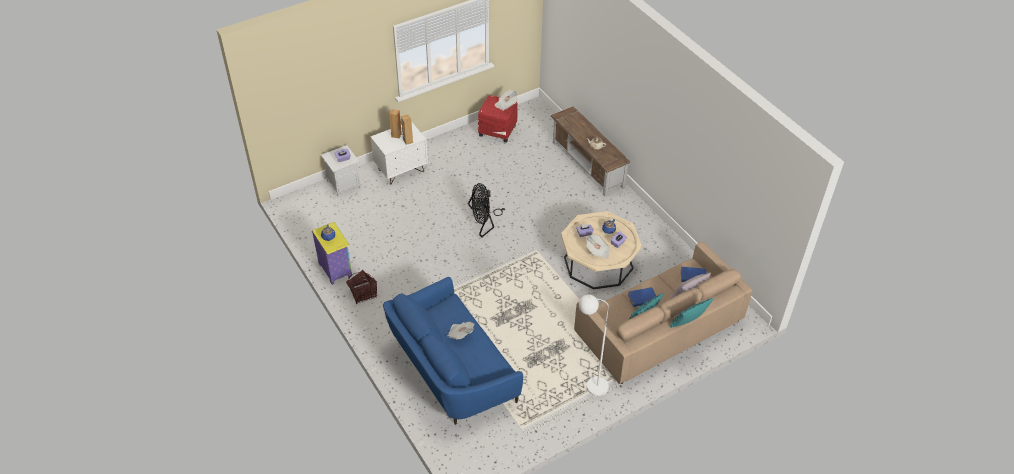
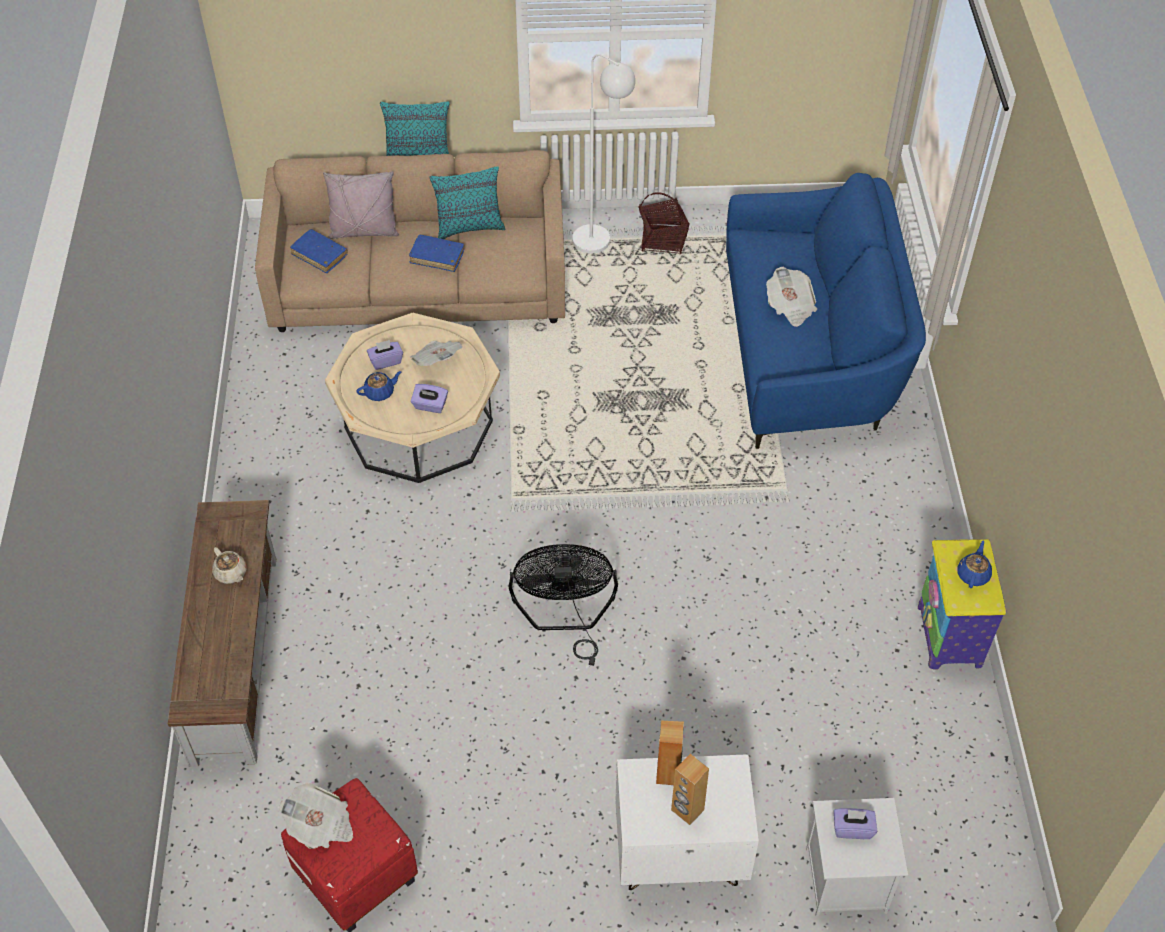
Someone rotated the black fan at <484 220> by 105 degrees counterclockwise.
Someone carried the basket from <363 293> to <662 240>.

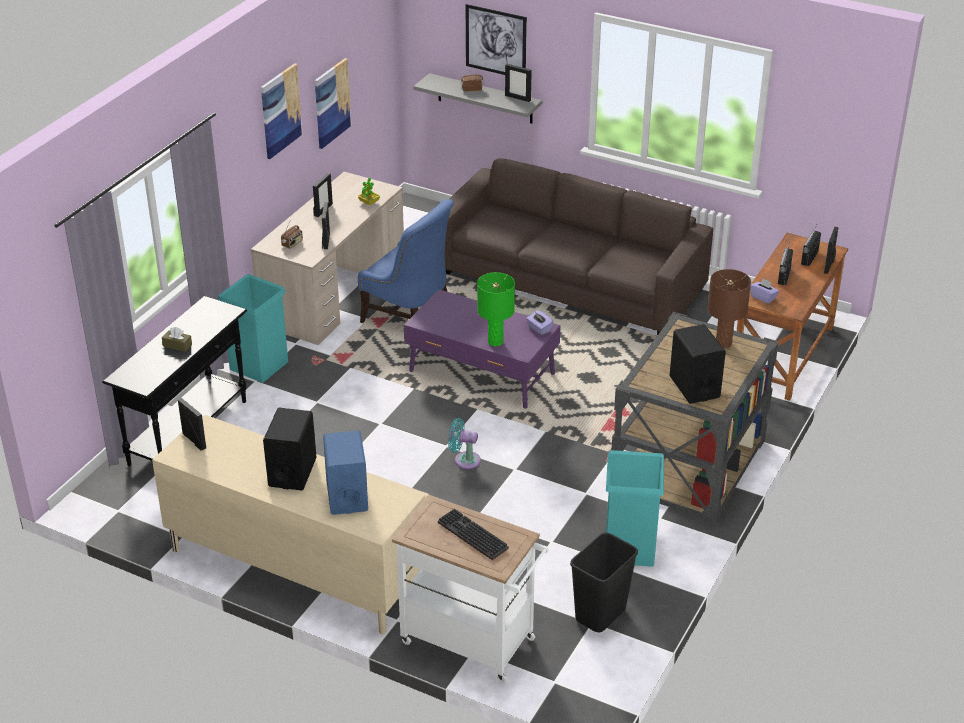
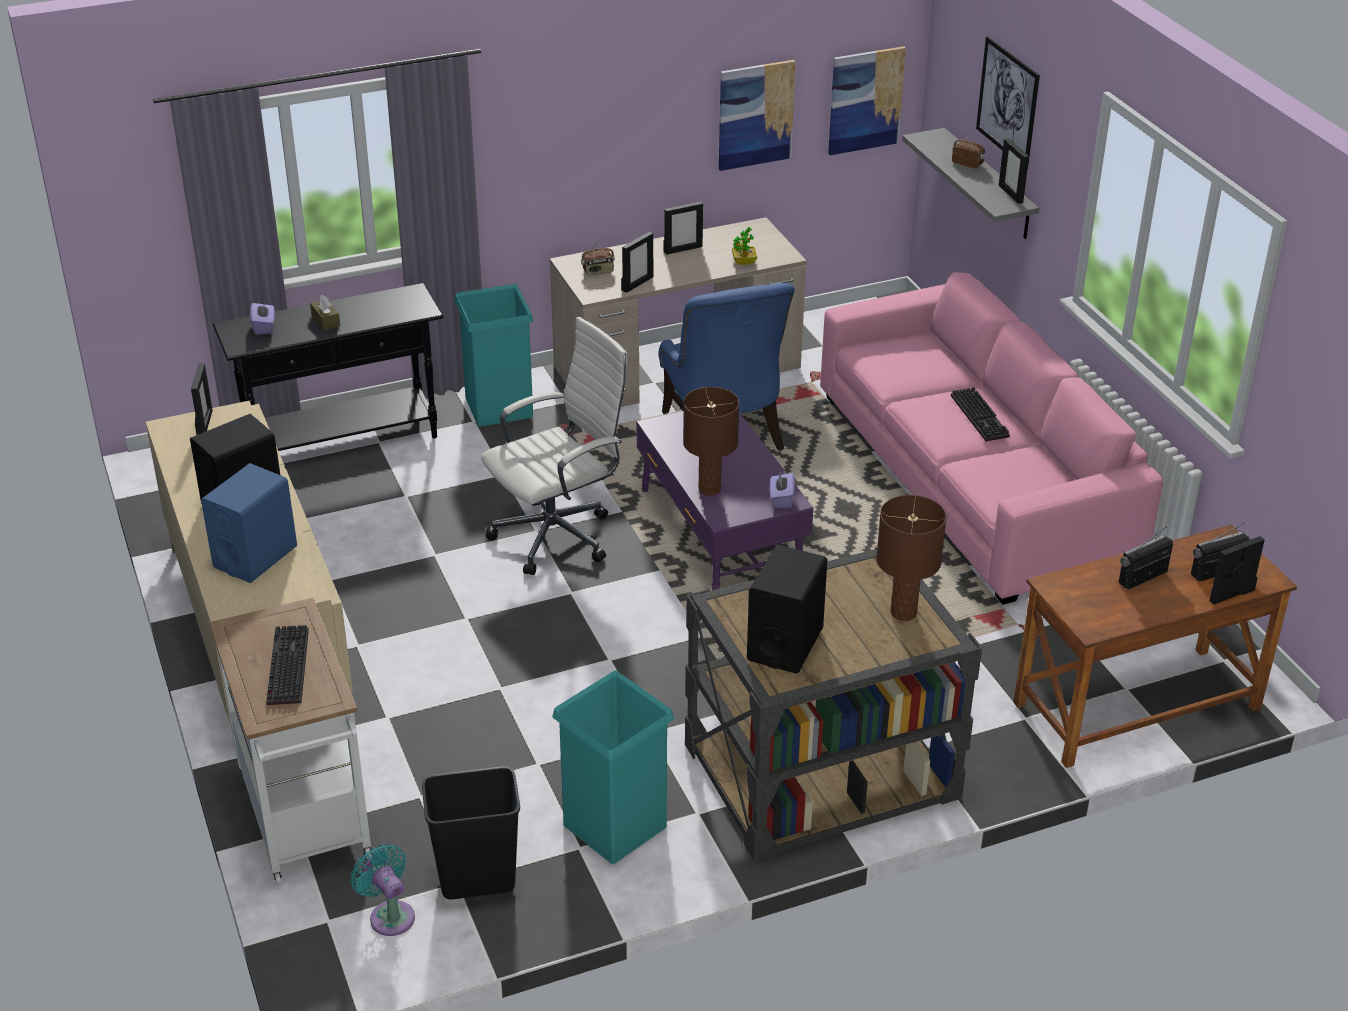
Someone carried the picture from <280 111> to <865 100>.
Someone repainted the brown sofa at <570 279>, which became the pink sofa at <973 477>.
Someone repainted the green table lamp at <495 342>, which became the brown table lamp at <709 489>.
Someone carried the purple tissue box from <763 297> to <264 327>.
Someone carried the turquoise fan from <464 460> to <390 915>.
Someone put down the white office chair at <558 535>.
Someone put down the keyboard at <981 417>.

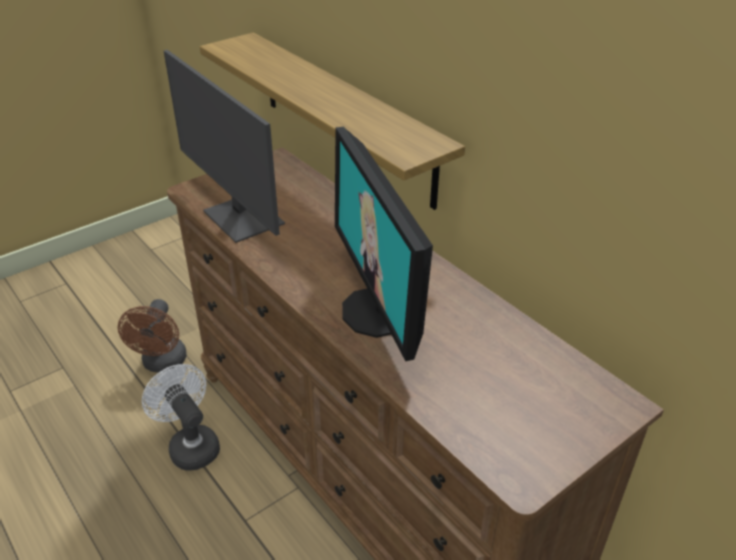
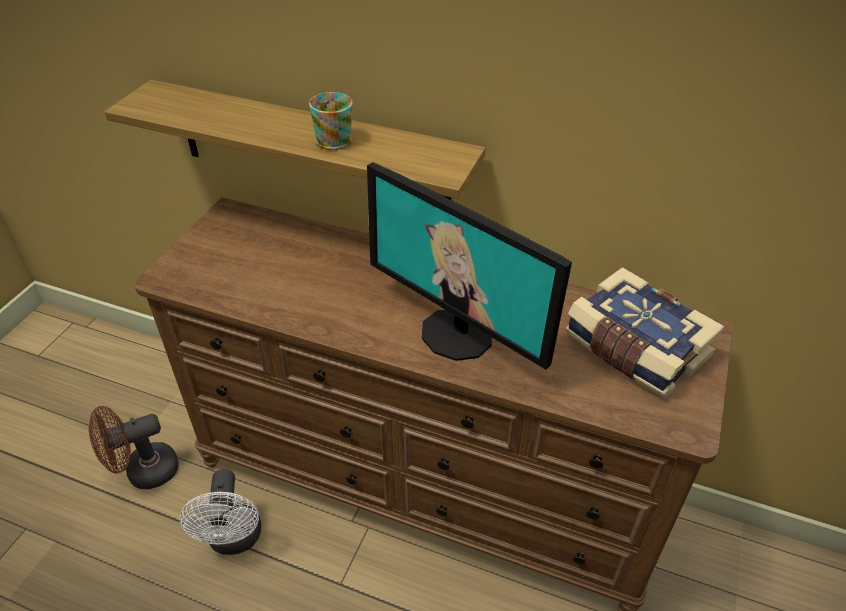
Someone took away the monitor at <241 218>.
Someone rotated the brown fan at <163 364> by 90 degrees clockwise.
Someone rotated the white fan at <190 445> by 120 degrees counterclockwise.
Someone put down the mug at <333 138>.
Someone put down the book at <634 349>.

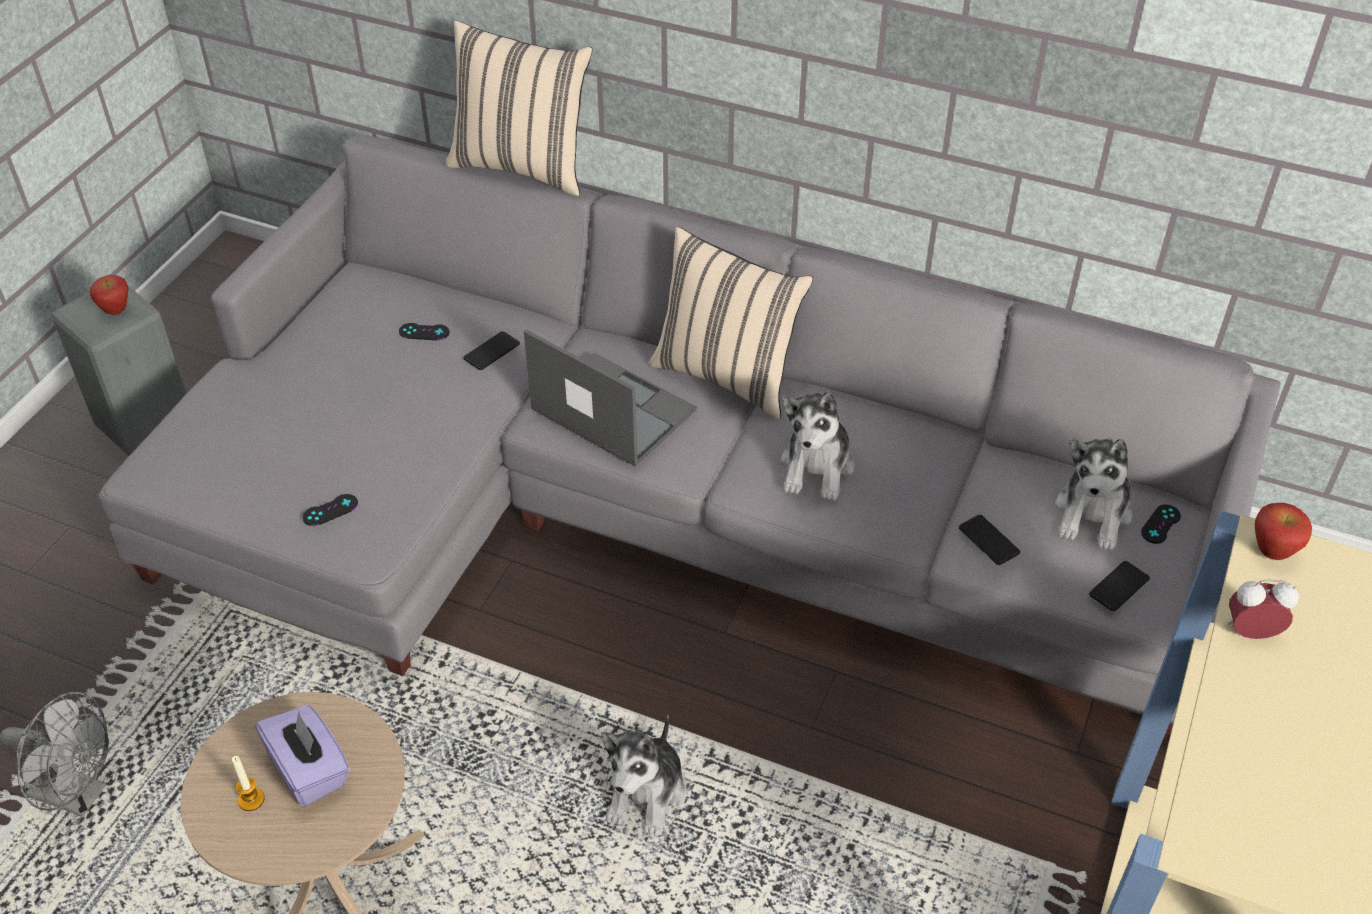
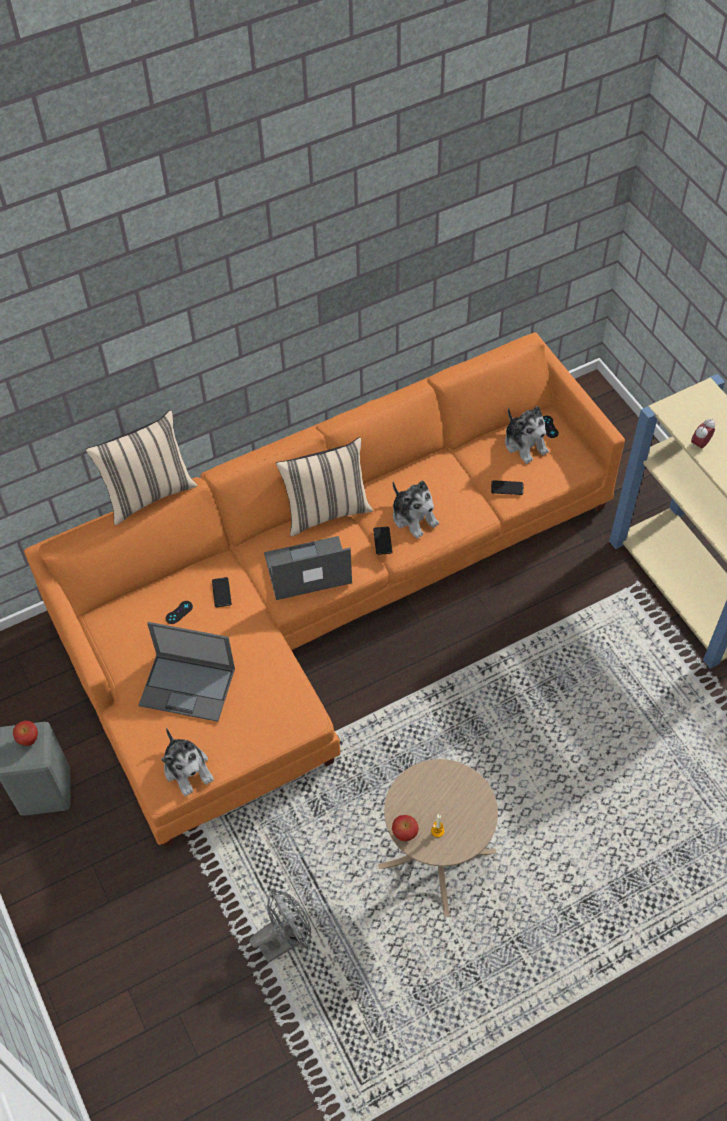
Someone repainted the grey sofa at <653 502>, which became the orange sofa at <318 597>.
Someone took away the black game controller at <330 510>.
Someone carried the apple from <1272 552> to <405 835>.
Someone carried the phone from <1119 587> to <382 541>.
Someone took away the purple tissue box at <310 770>.
Someone carried the plush toy from <647 793> to <188 769>.
Someone put down the laptop at <188 687>.

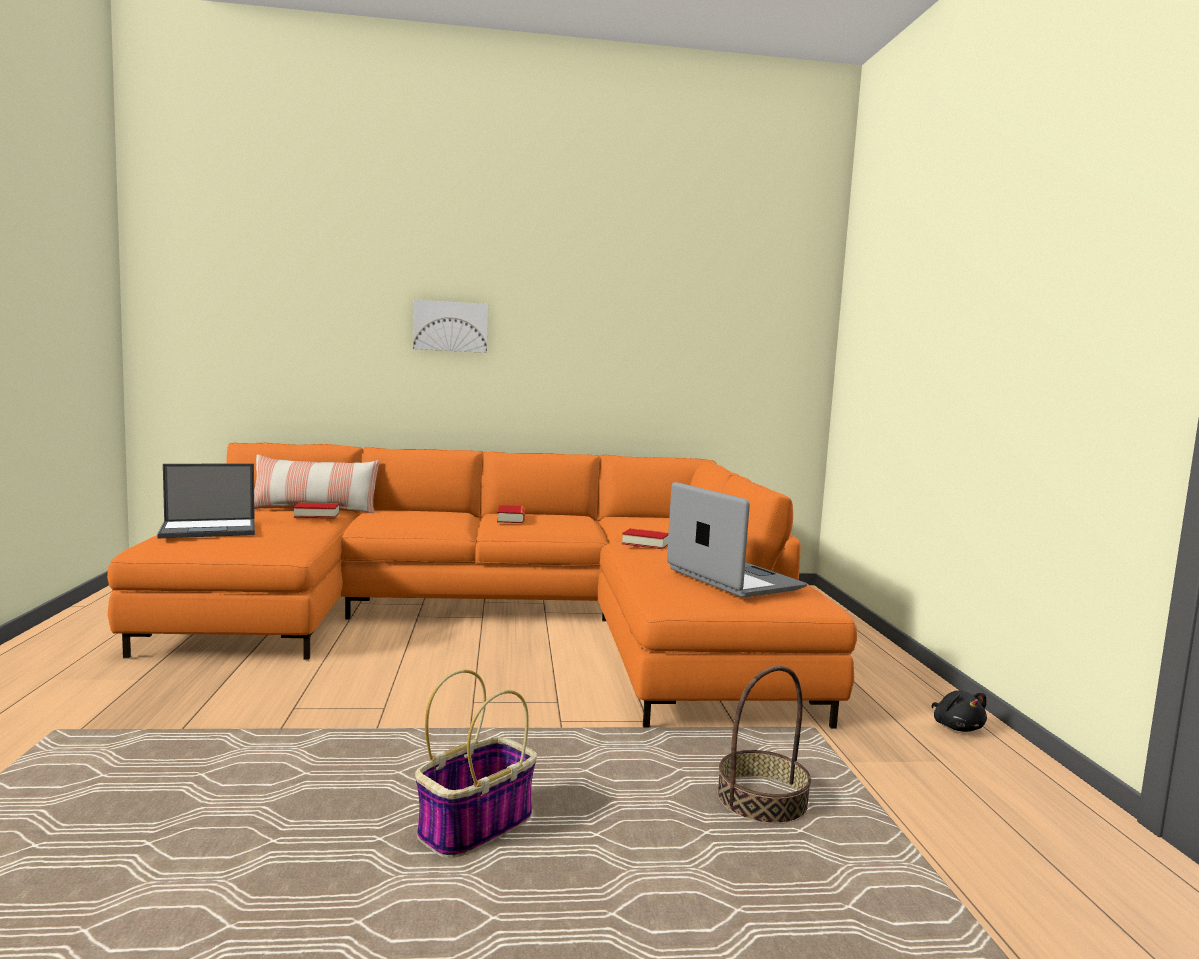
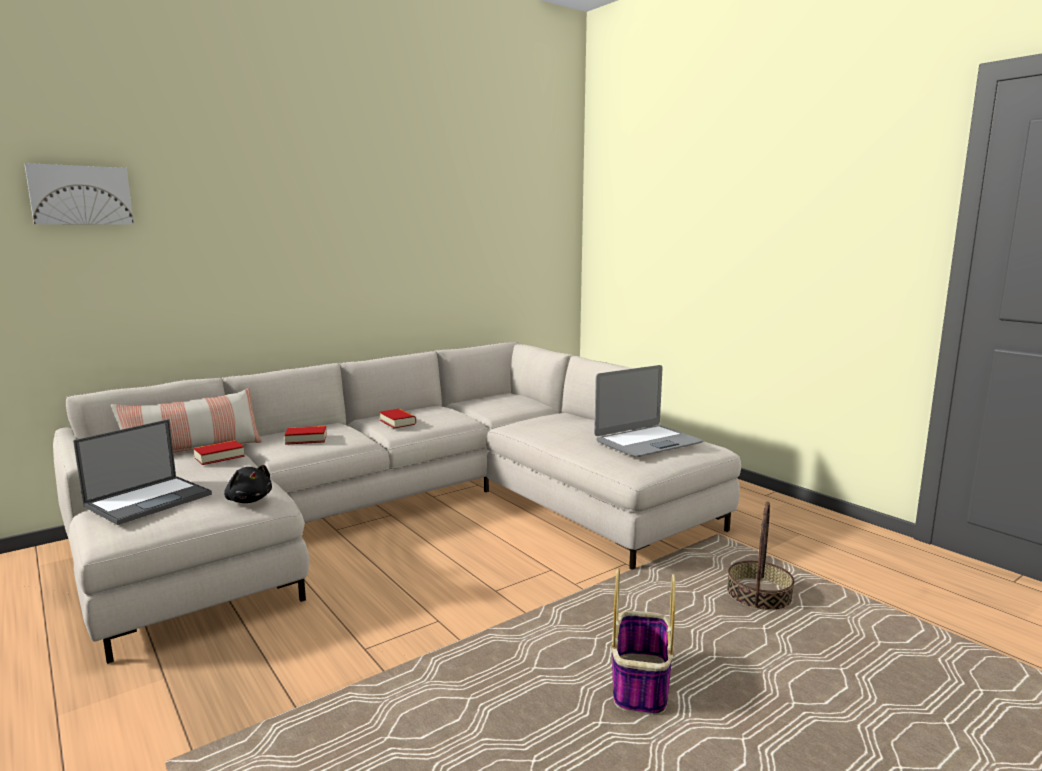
Someone carried the picture from <451 326> to <80 195>.
Someone repainted the orange sofa at <500 621>, which became the beige sofa at <411 514>.
Someone rotated the laptop at <733 579> by 120 degrees clockwise.
Someone carried the book from <646 544> to <306 439>.
Someone carried the black plush toy from <957 727> to <249 500>.

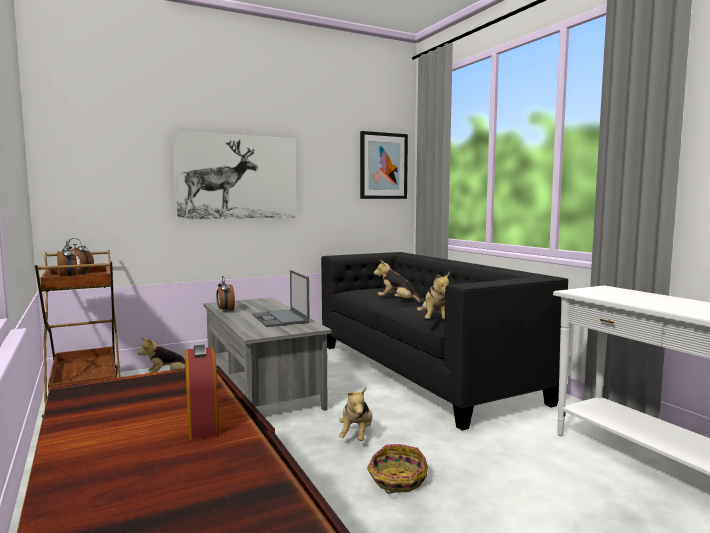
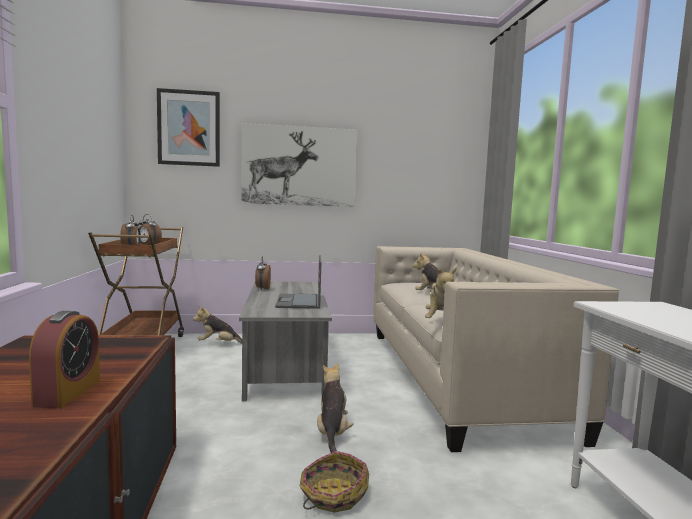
Someone carried the picture from <383 166> to <189 128>.
Someone repainted the black sofa at <421 372>, which became the beige sofa at <455 377>.
Someone rotated the plush toy at <356 435> by 150 degrees clockwise.

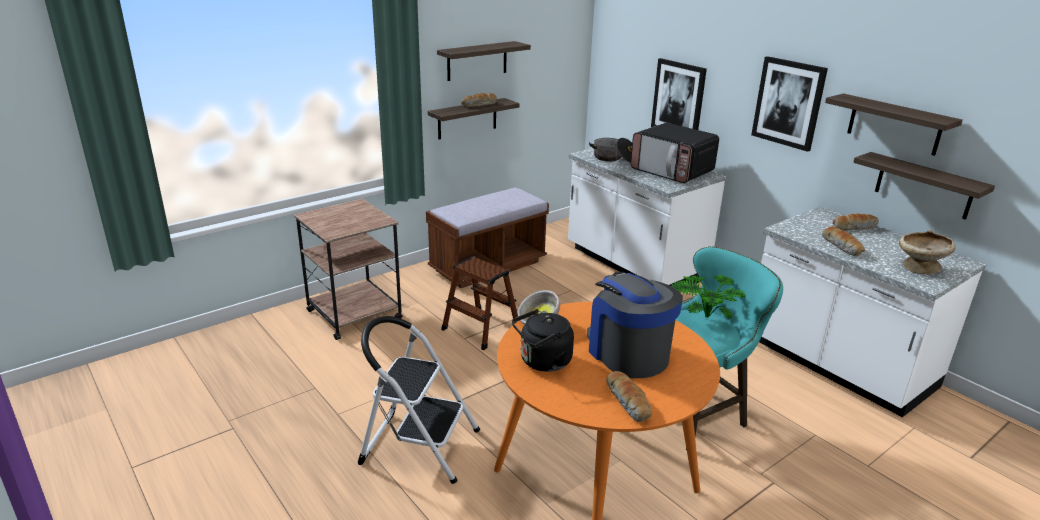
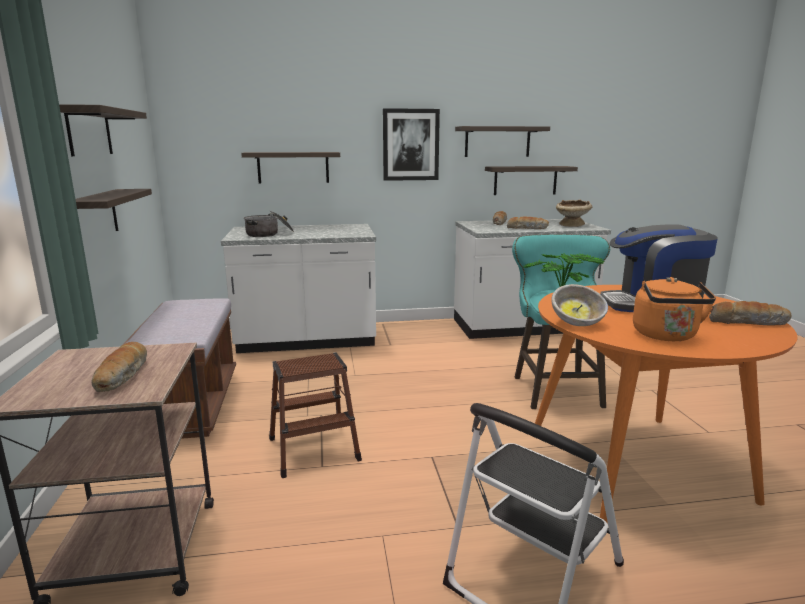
Someone swapped the picture at <678 99> for the shelf at <293 167>.
Someone carried the bread from <479 105> to <123 376>.
Someone took away the microwave at <672 171>.
Someone repainted the black kettle at <542 362>, which became the orange kettle at <666 336>.

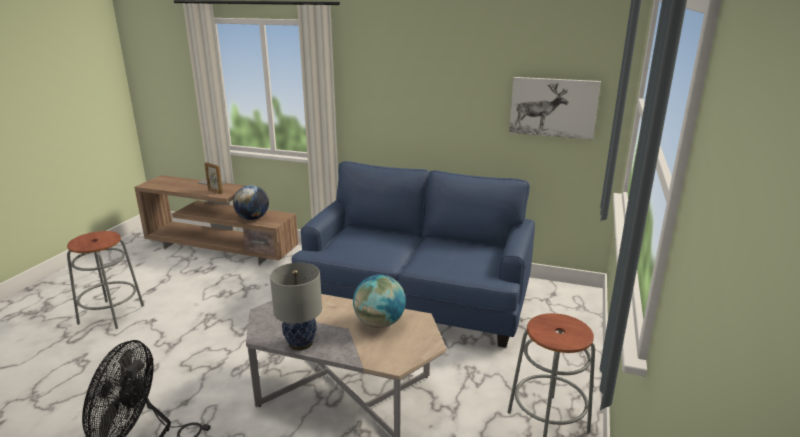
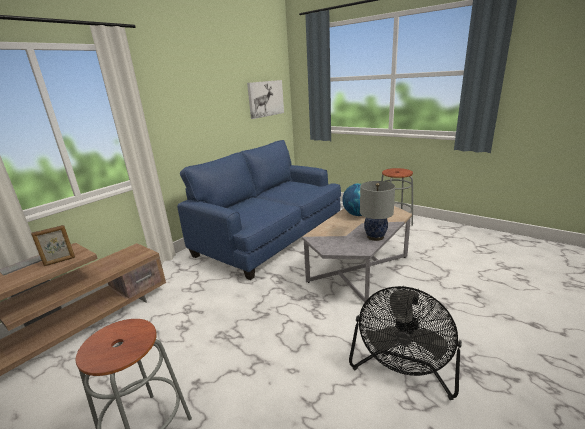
Someone took away the globe at <253 218>.

